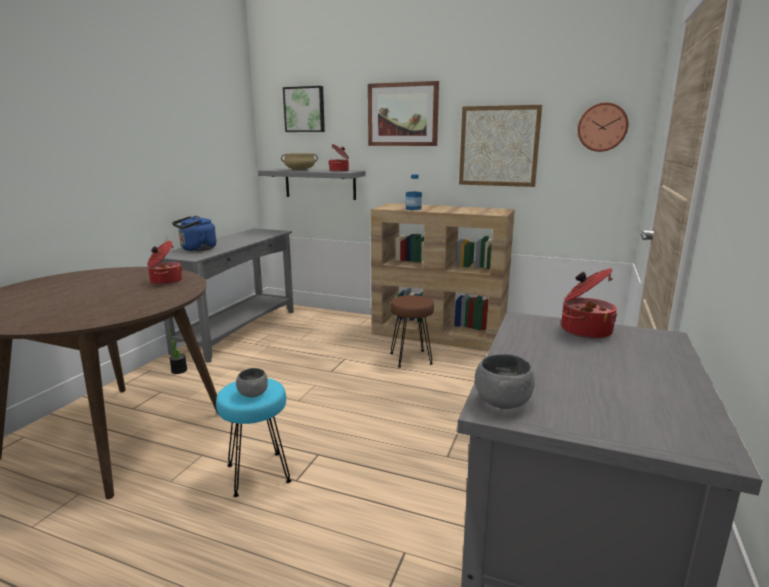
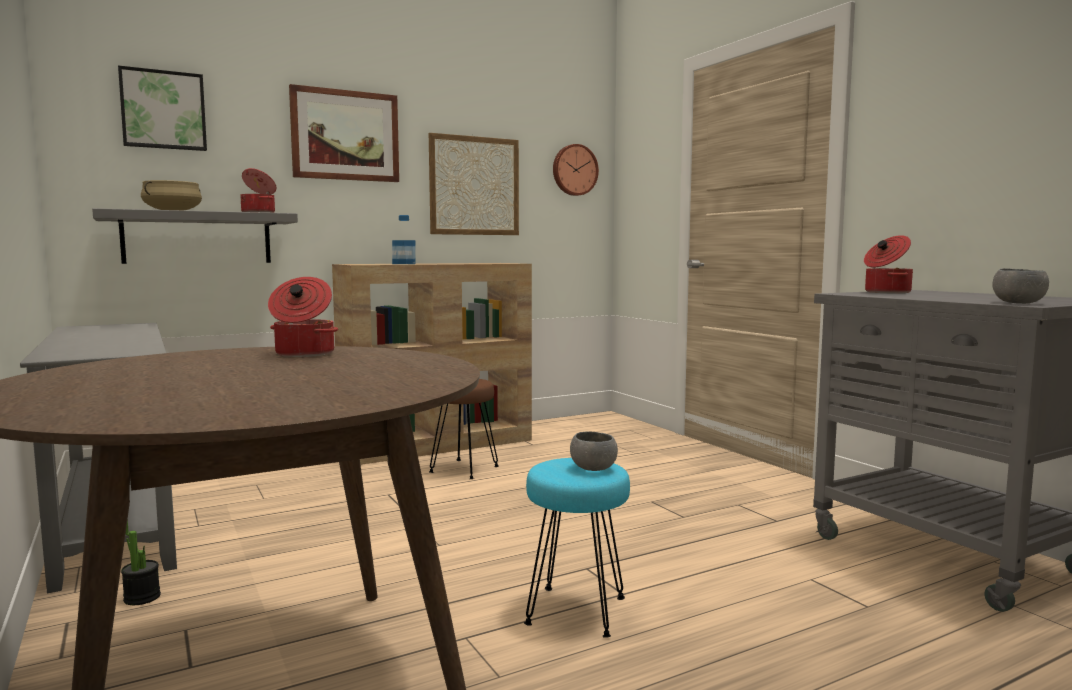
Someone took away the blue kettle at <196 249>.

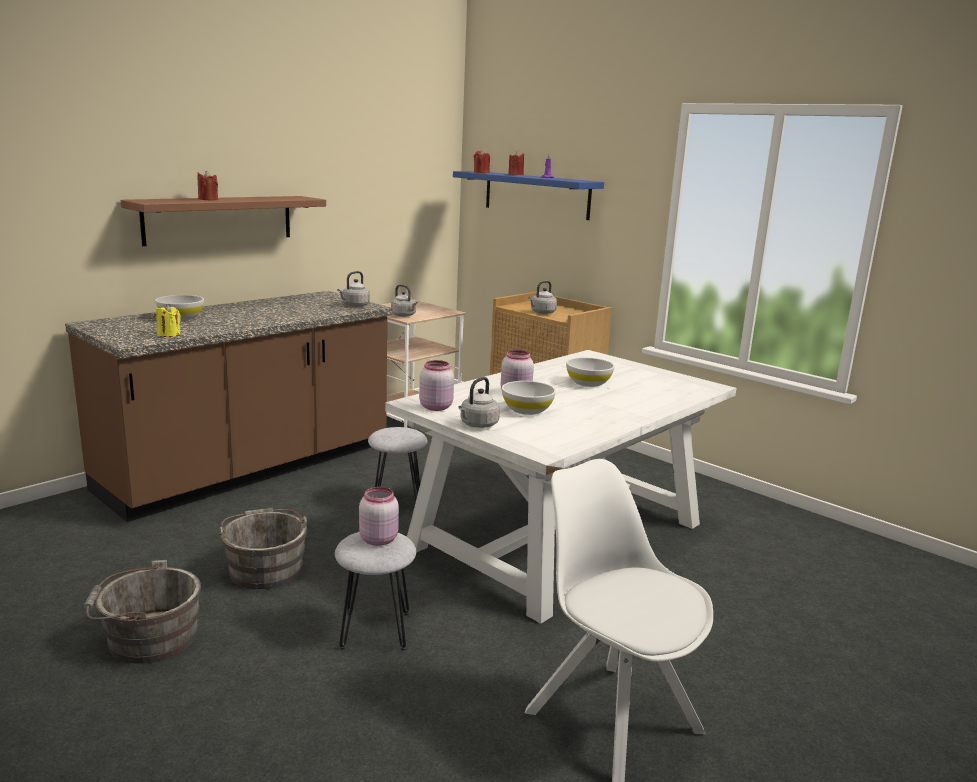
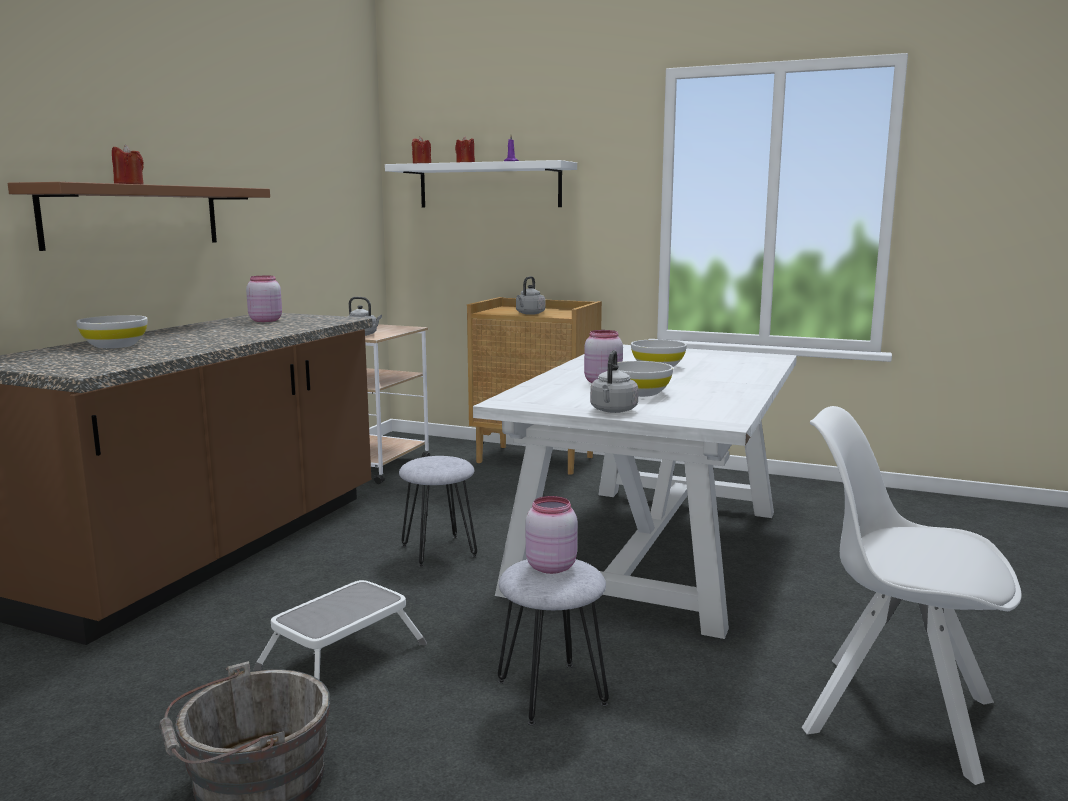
Someone repainted the blue shelf at <536 195>, which became the white shelf at <489 186>.
Someone took away the grey kettle at <354 305>.
Someone took away the yellow candle at <169 335>.
Someone carried the pink jar from <435 407> to <265 320>.
Someone swapped the grey bucket at <265 568> for the grey step ladder at <342 656>.

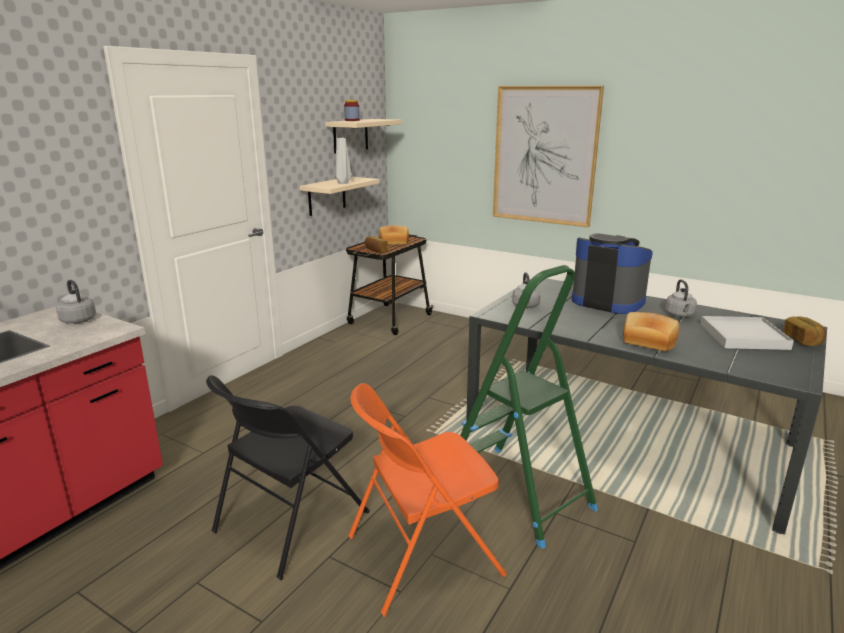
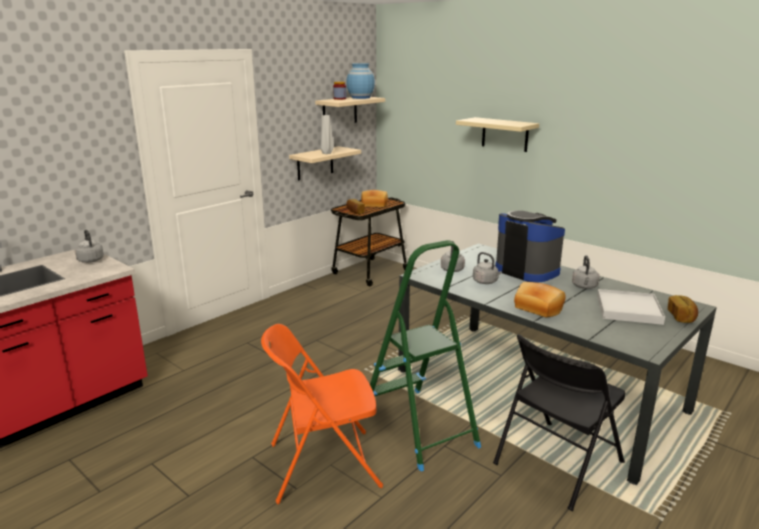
Someone swapped the picture at <544 156> for the beige shelf at <505 134>.
Someone carried the black chair from <291 521> to <558 462>.
Someone put down the blue vase at <360 97>.
Someone put down the grey kettle at <486 282>.

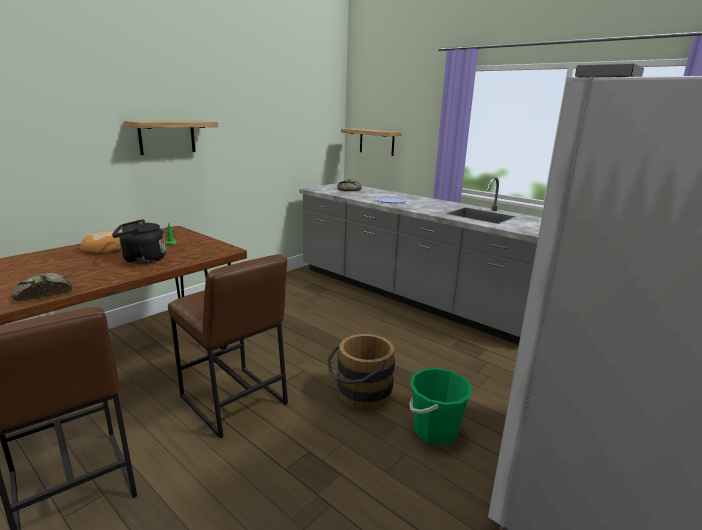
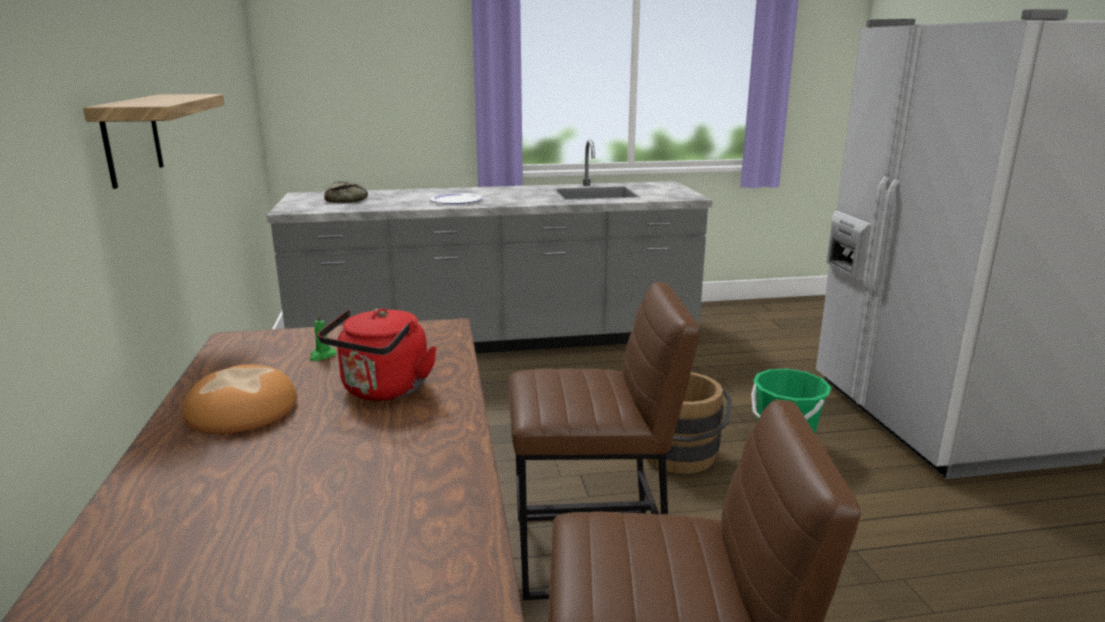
Someone took away the shelf at <376 142>.
Someone repainted the black kettle at <141 260>, which became the red kettle at <383 391>.
Someone took away the bread at <42 293>.

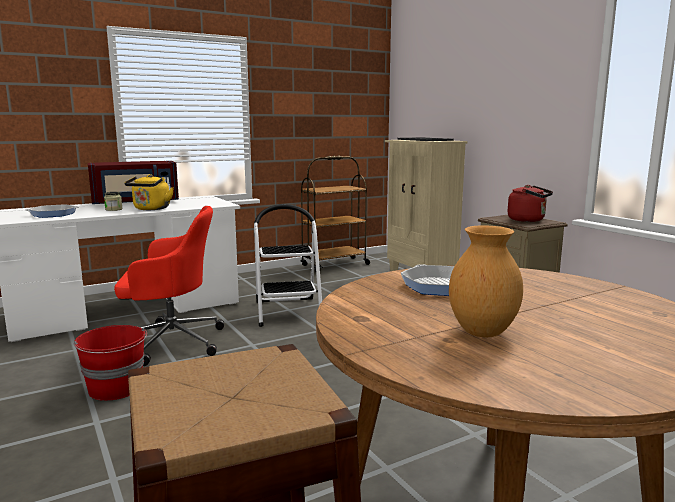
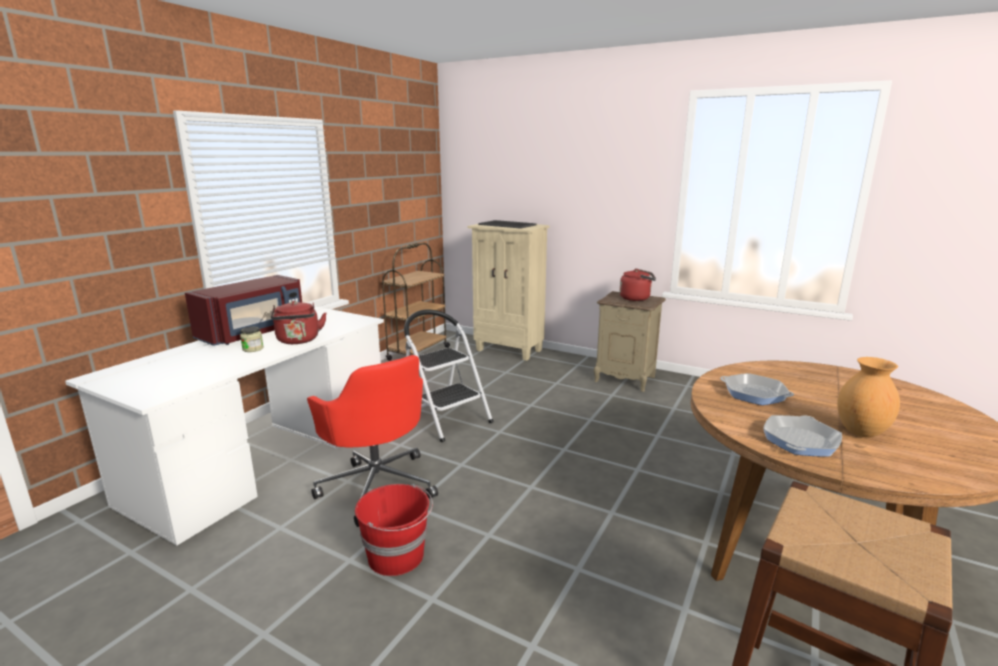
Someone repainted the yellow kettle at <151 209>, which became the red kettle at <298 341>.
Someone carried the frying pan from <53 214> to <800 441>.
Someone rotated the red office chair at <171 342> by 90 degrees clockwise.

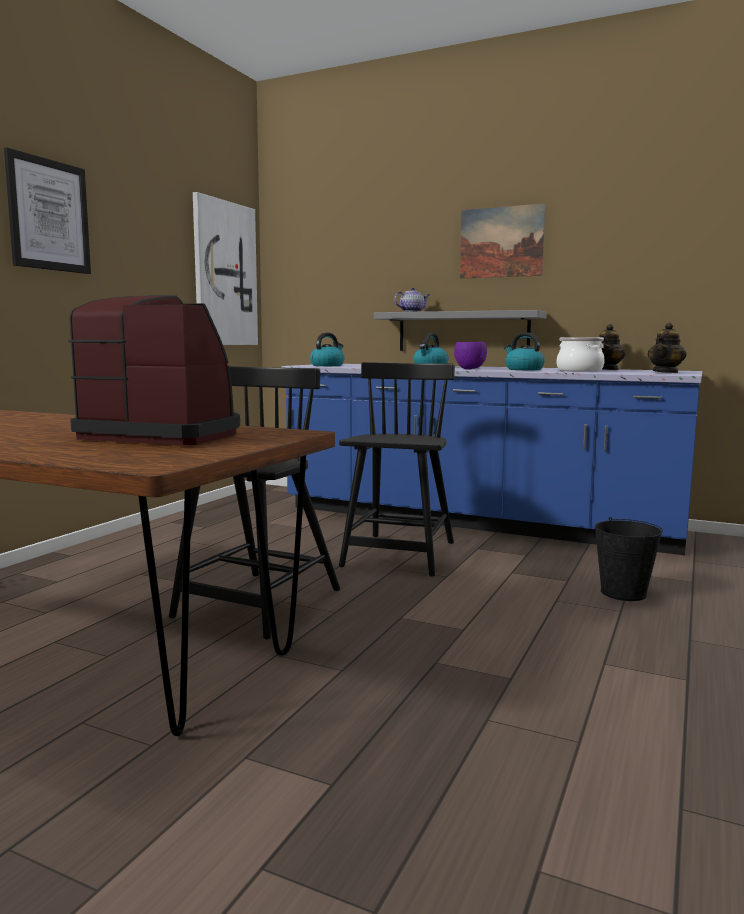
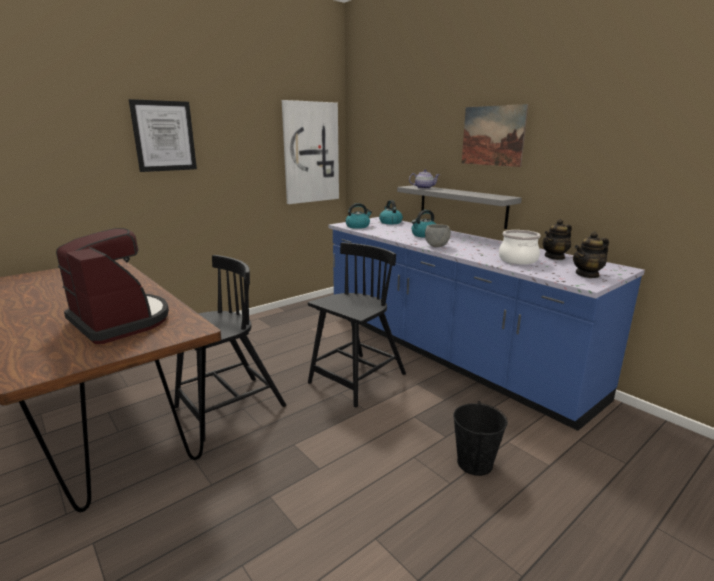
Someone carried the kettle from <523 369> to <390 222>.
Someone repainted the purple bowl at <470 369>, which became the grey bowl at <437 246>.

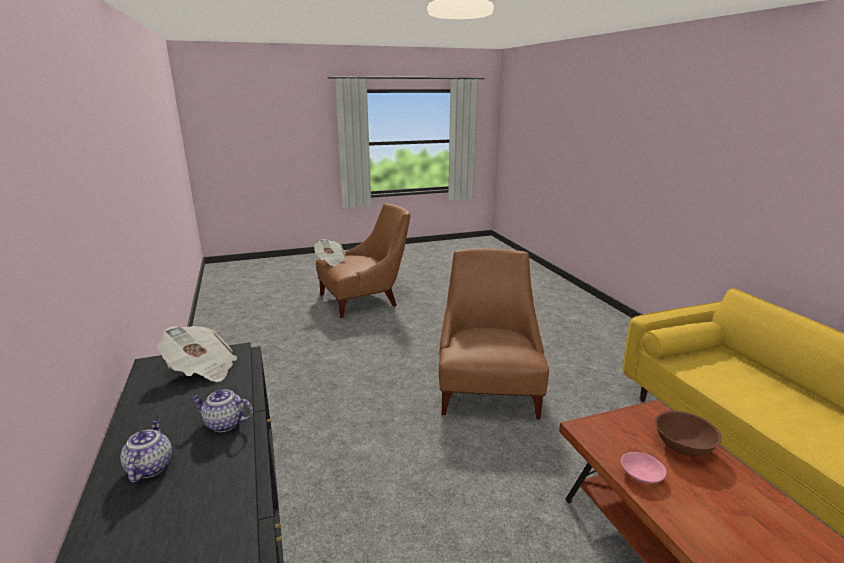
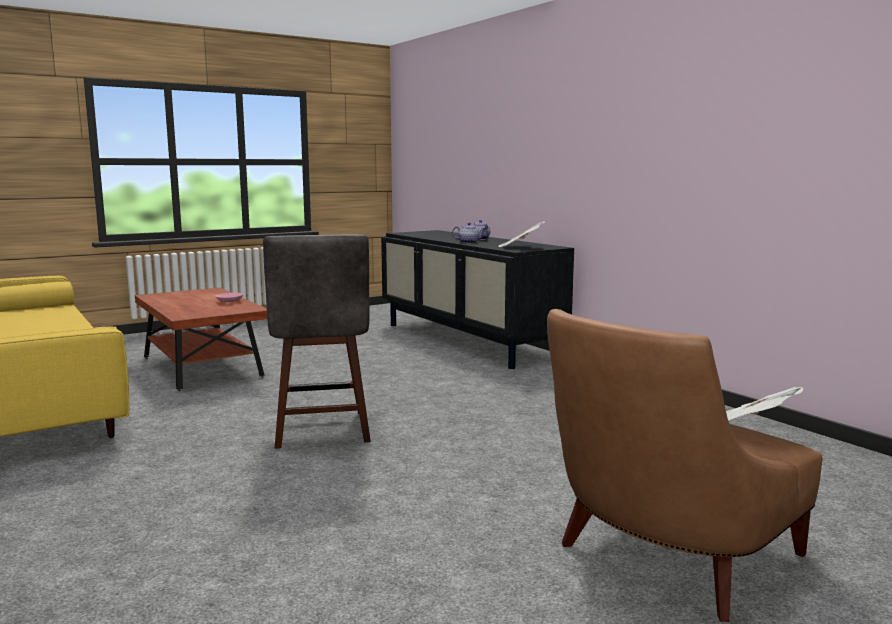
Someone swapped the brown armchair at <487 385> for the grey stool at <321 431>.
Someone took away the brown bowl at <684 446>.

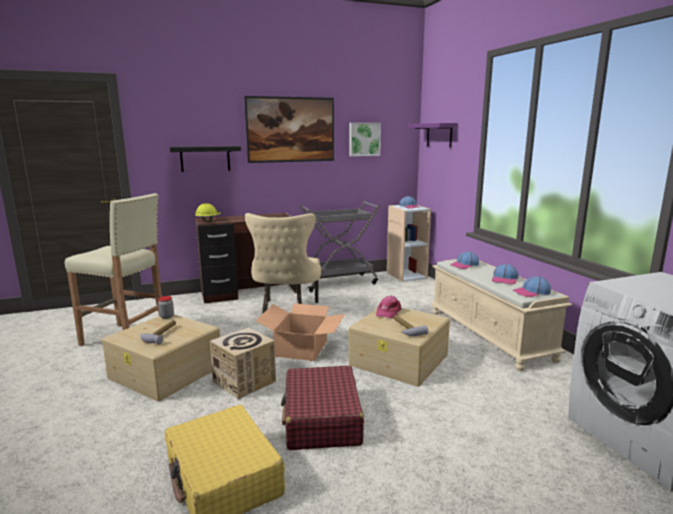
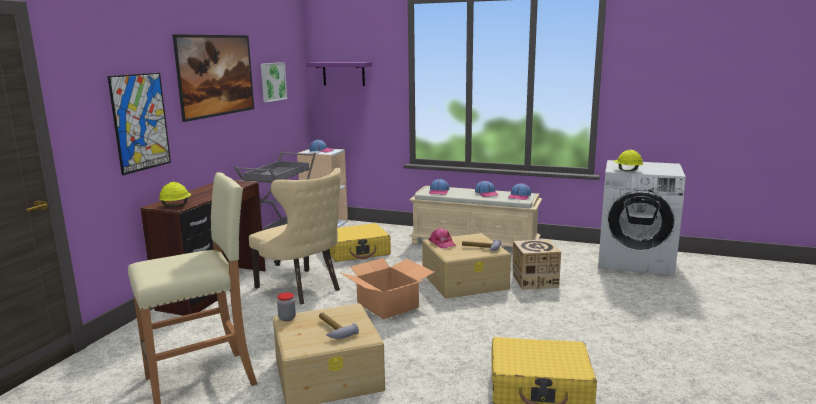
Someone swapped the black shelf at <205 158> for the picture at <140 122>.
Someone carried the cardboard box from <244 381> to <534 281>.
Someone took away the red suitcase at <322 419>.
Someone put down the yellow hard hat at <627 170>.
Someone put down the yellow suitcase at <357 251>.

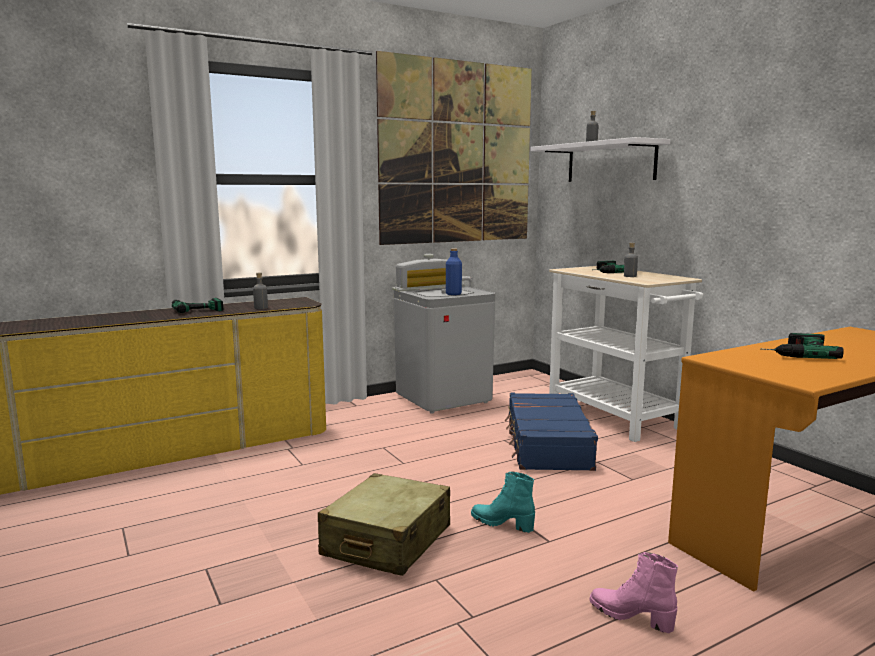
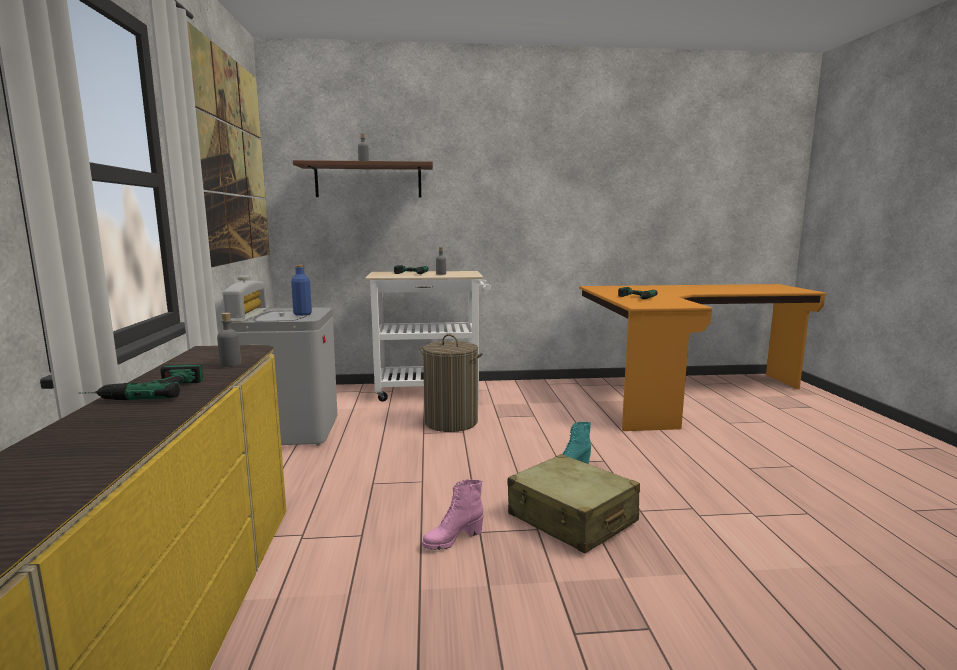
Someone repainted the white shelf at <610 162>, which became the brown shelf at <368 181>.
Someone swapped the blue suitcase at <547 444> for the laundry basket at <451 422>.
Someone carried the pink boot from <631 616> to <452 539>.

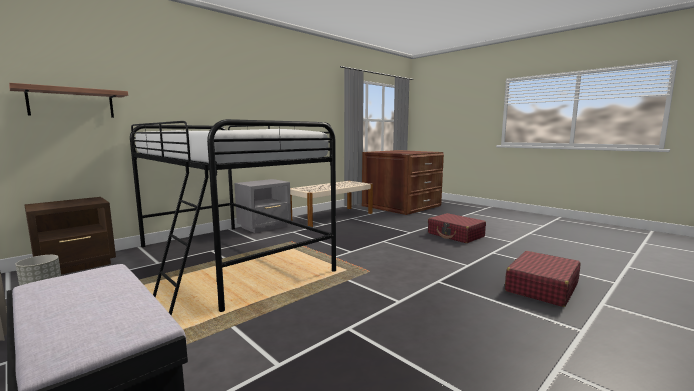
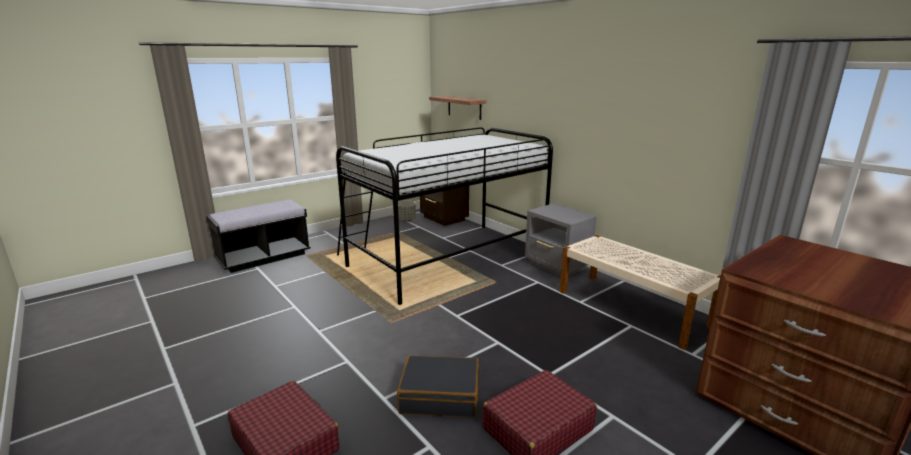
Someone put down the black suitcase at <440 395>.

